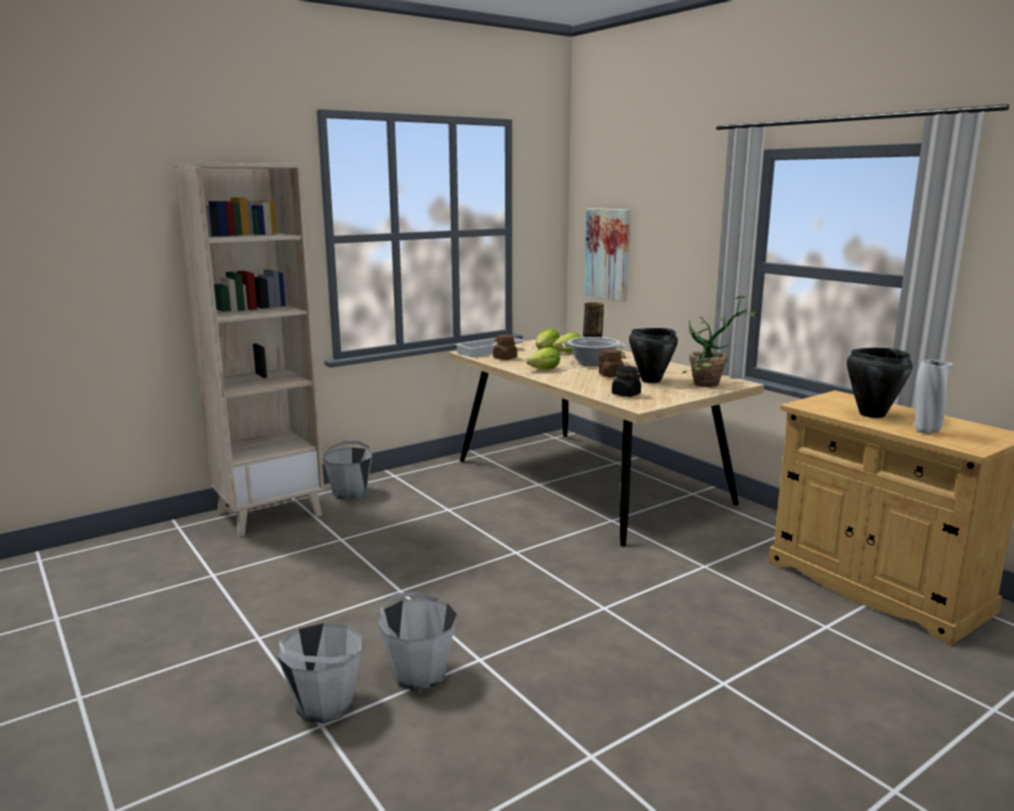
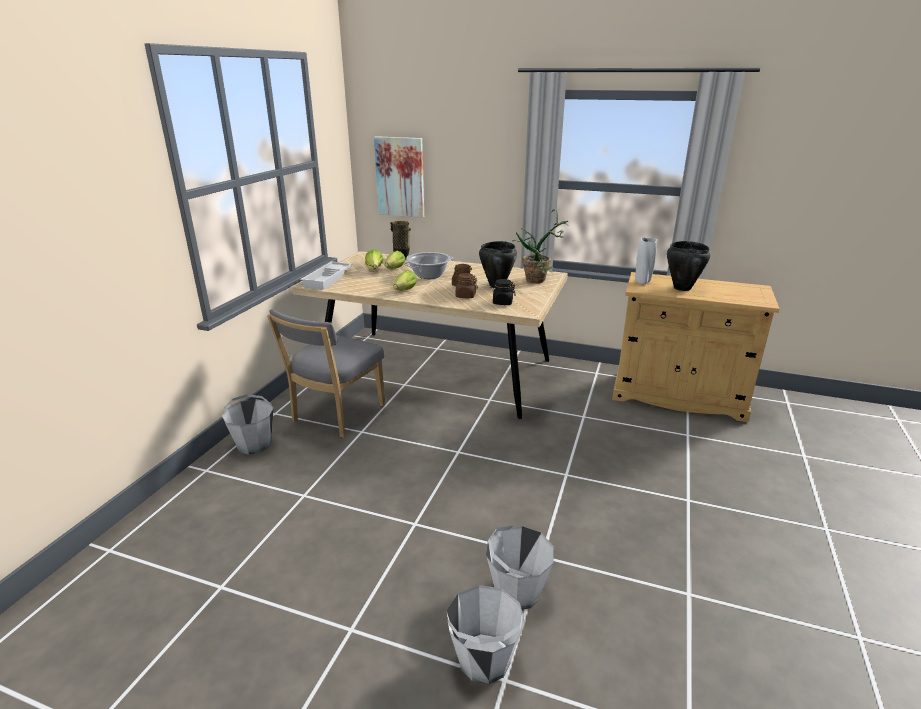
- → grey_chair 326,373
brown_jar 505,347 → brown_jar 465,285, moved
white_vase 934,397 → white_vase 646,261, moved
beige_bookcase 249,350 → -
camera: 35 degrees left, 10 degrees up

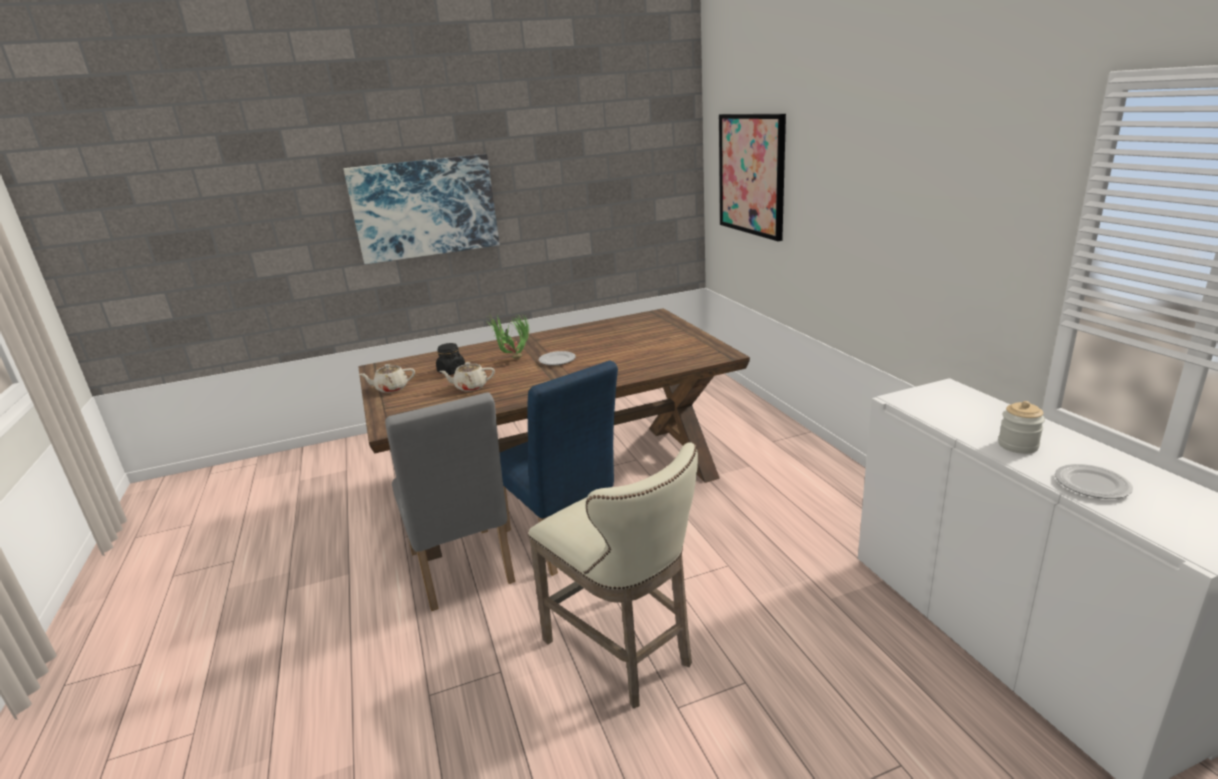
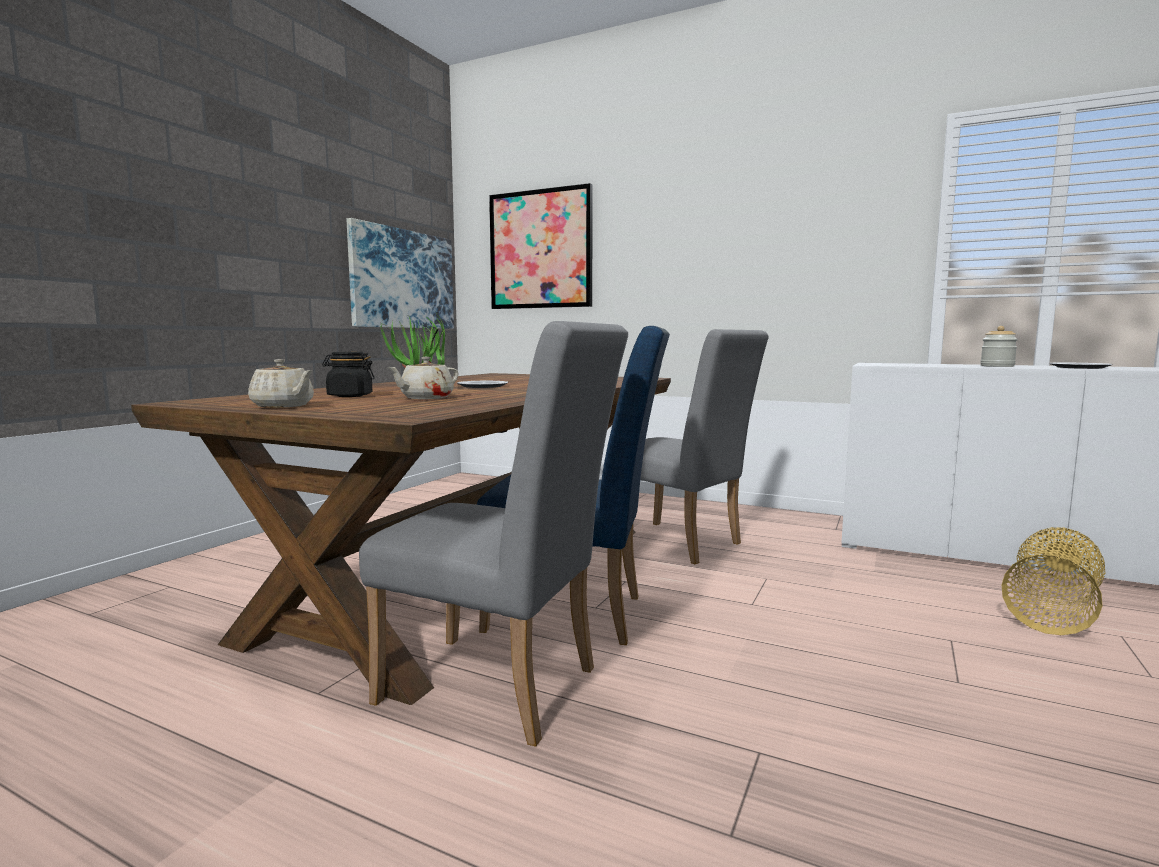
beige_teapot 387,378 → beige_teapot 281,383, 90 degrees counterclockwise
picture 421,209 → picture 400,273, moved
- → grey_chair 704,447
- → basket 1053,581
beige_stool 613,575 → -
camera: 45 degrees left, 15 degrees down

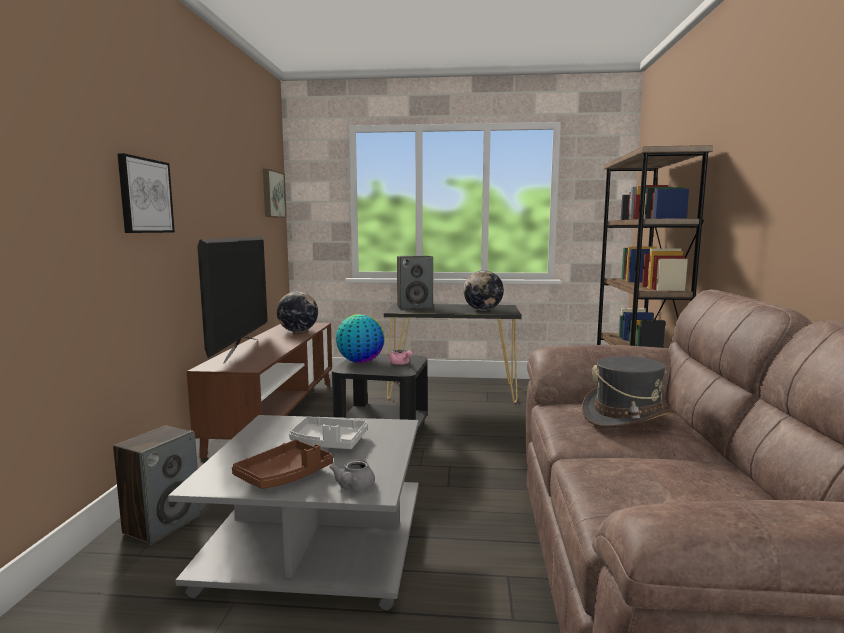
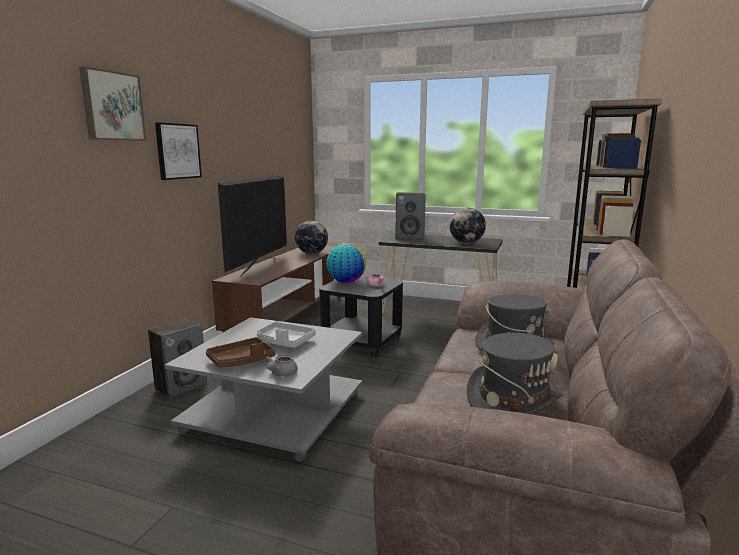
picture 275,193 → picture 112,103, moved
- → grey_hat 515,373
camera: 15 degrees right, 5 degrees up

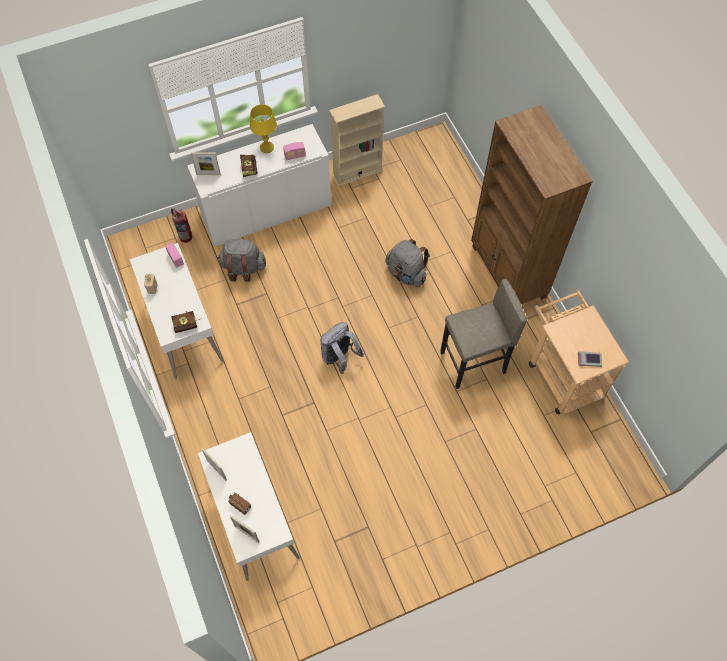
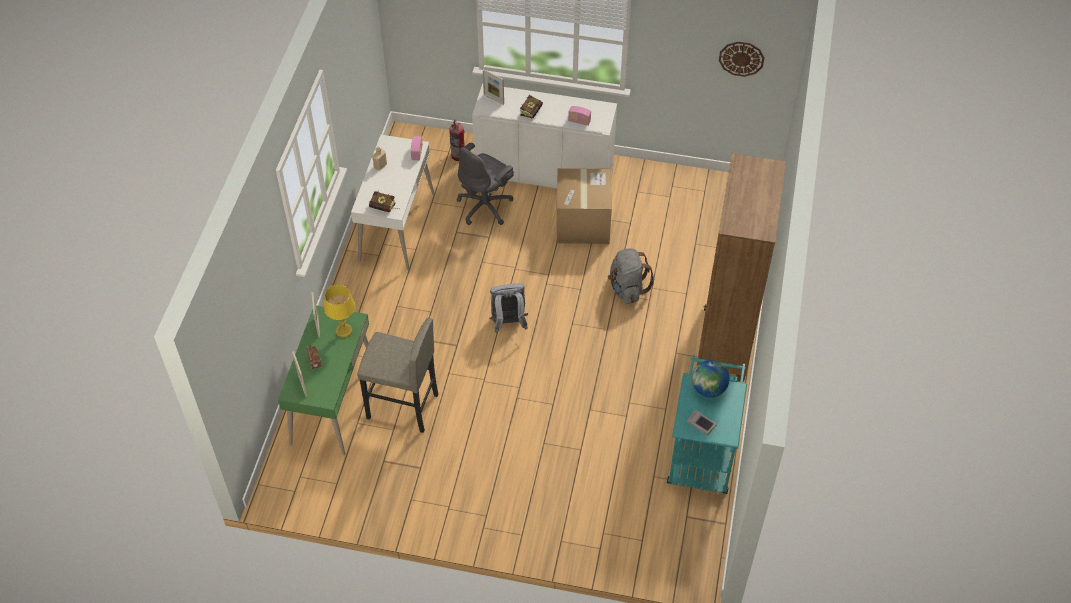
white_desk 249,506 → green_desk 323,380
yellow_table_lamp 263,128 → yellow_table_lamp 339,311, moved
grey_stool 483,334 → grey_stool 398,375, moved
grey_backpack 241,260 → grey_office_chair 485,184
- → cardboard_box 584,206
beige_cart 579,352 → turquoise_cart 707,424
- → globe 710,378
- → wall_clock 741,59
beige_bookcase 357,140 → -
camera: 35 degrees right, 10 degrees down

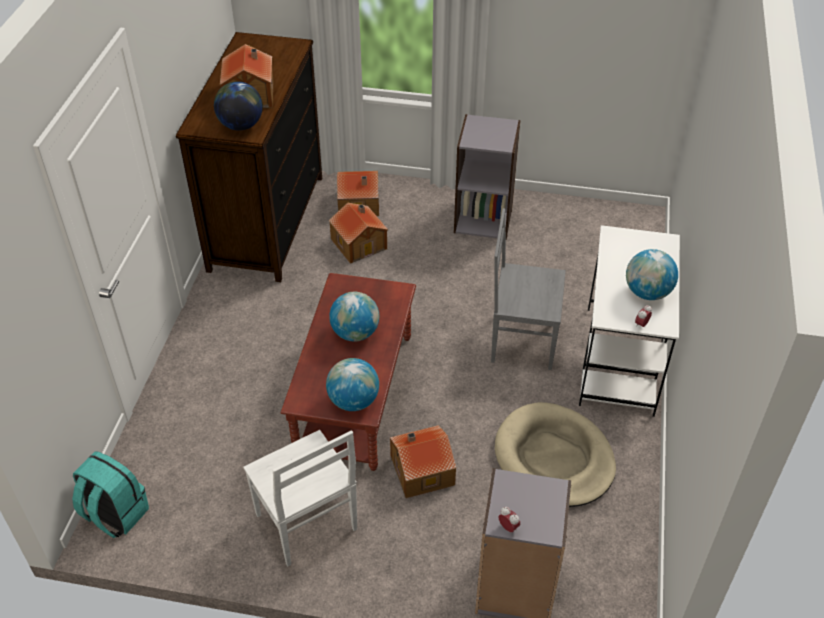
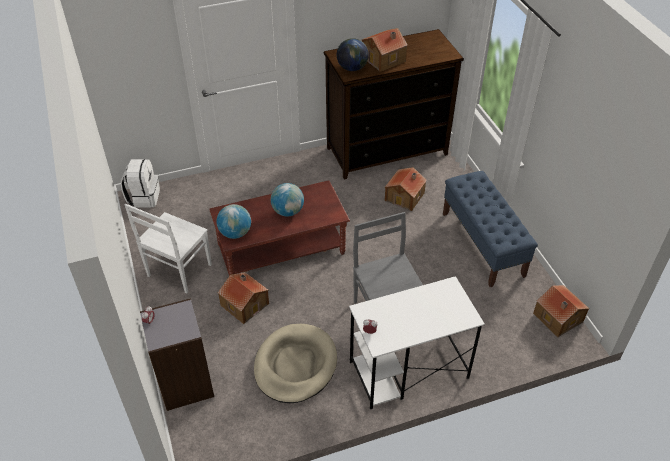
turquoise_backpack 110,494 → white_backpack 140,183
grey_bookcase 487,177 → blue_bench 490,229
toy_house 358,193 → toy_house 561,311, moved
globe 652,274 → -
camera: 60 degrees right, 0 degrees up

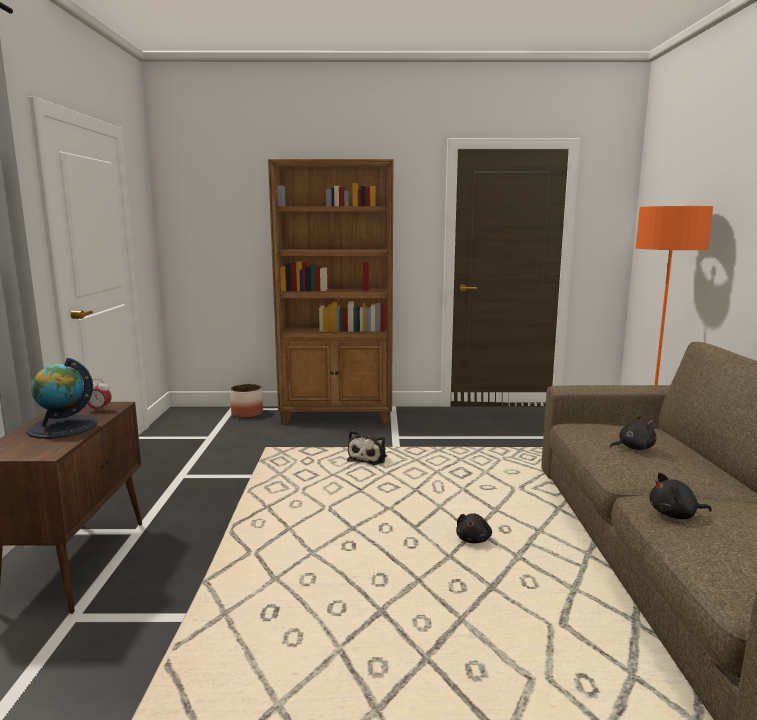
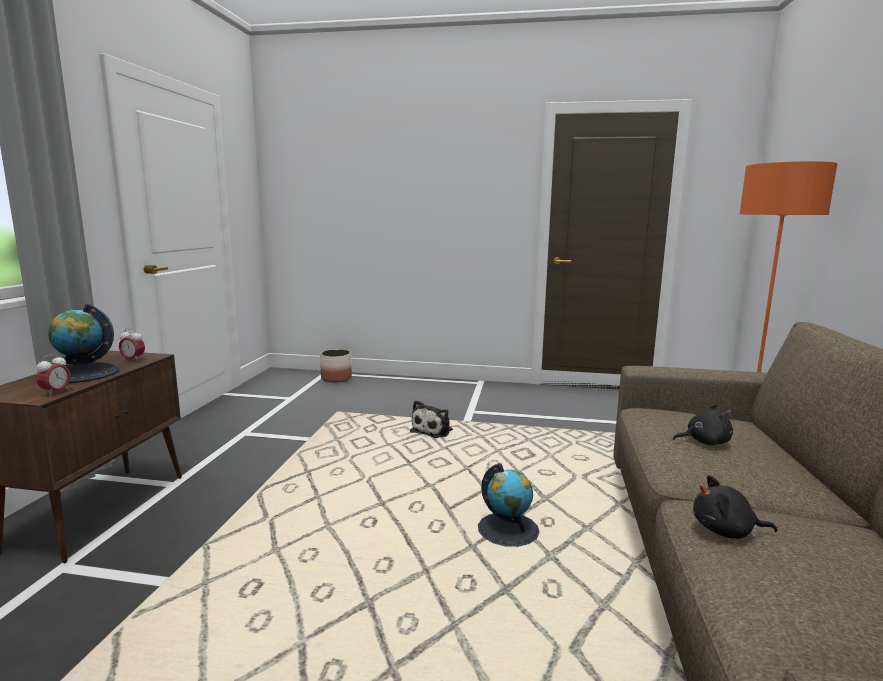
- → alarm_clock 53,375
black_plush_toy 474,528 → globe 509,505
brown_bookcase 330,291 → -
camera: 10 degrees right, 0 degrees up

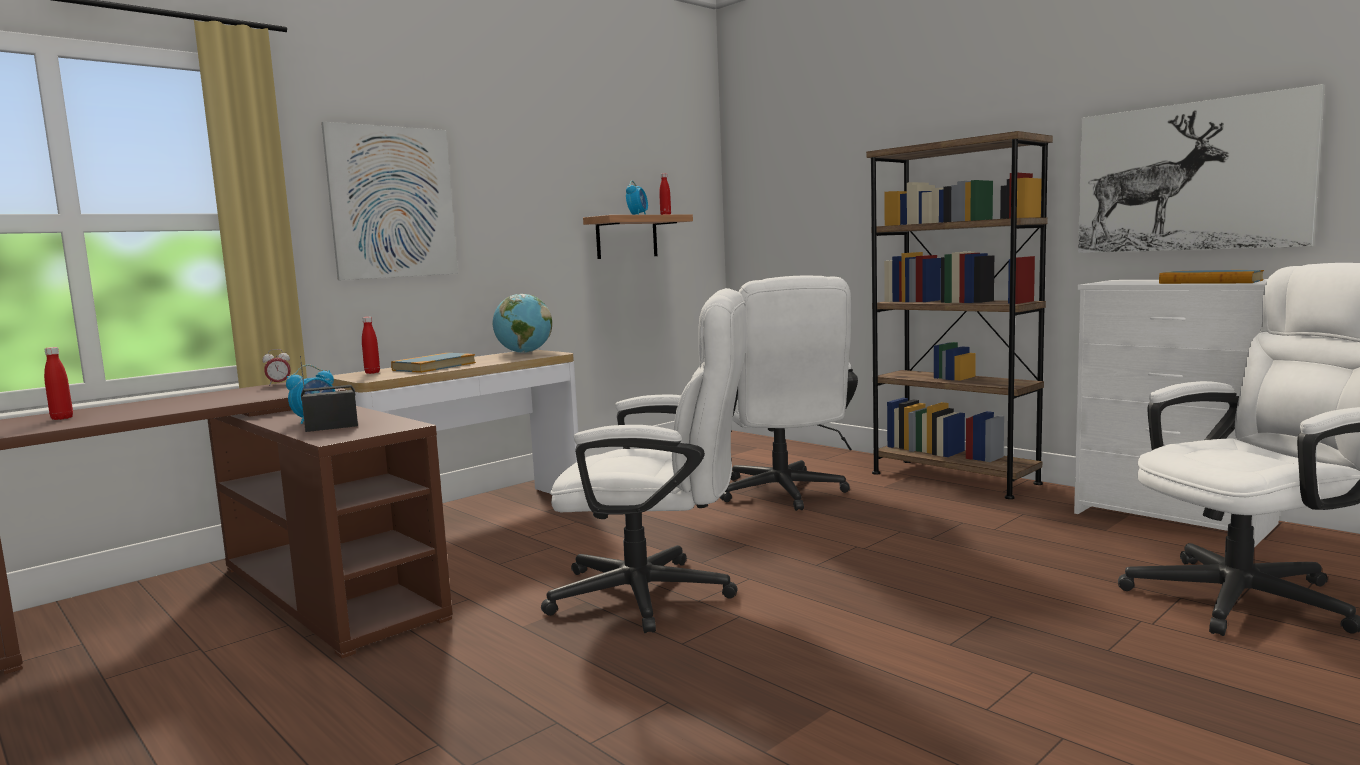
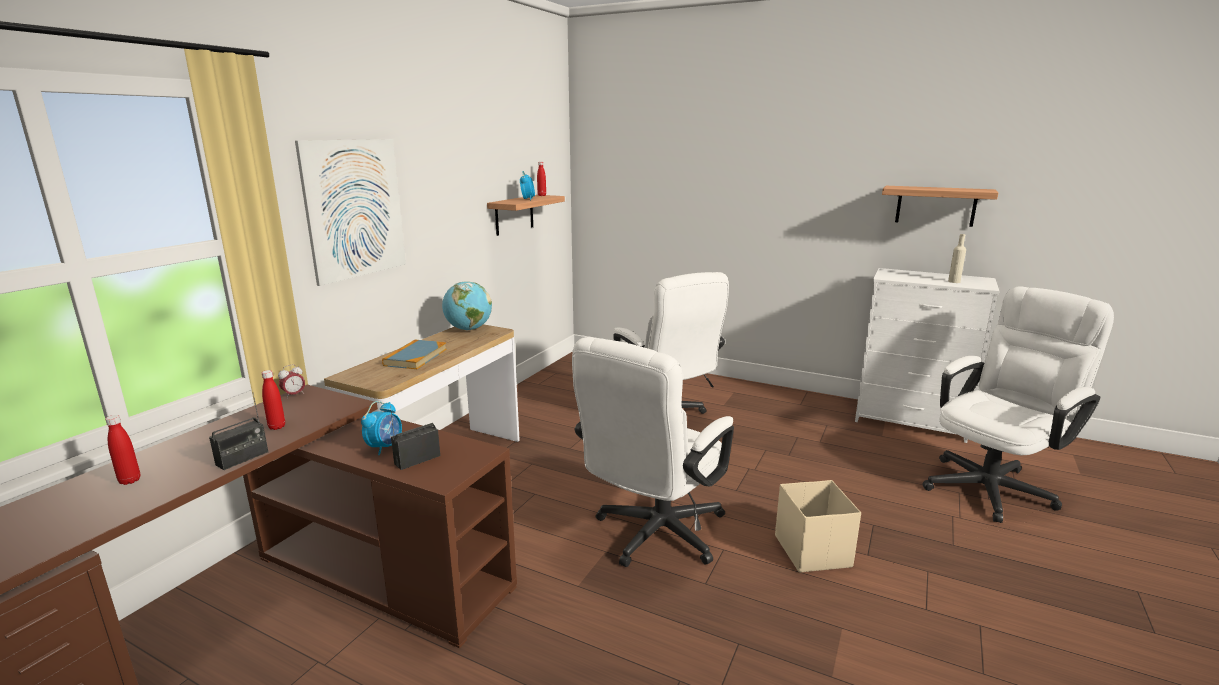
- → radio 238,431
red_bottle 371,345 → red_bottle 273,400, moved
white_office_chair 643,460 → white_office_chair 653,452, 135 degrees clockwise
- → beige_storage_box 818,526
picture 1201,168 → shelf 940,206
book 1211,277 → beige_bottle 957,258
brown_bookcase 959,315 → -
camera: 20 degrees left, 10 degrees up

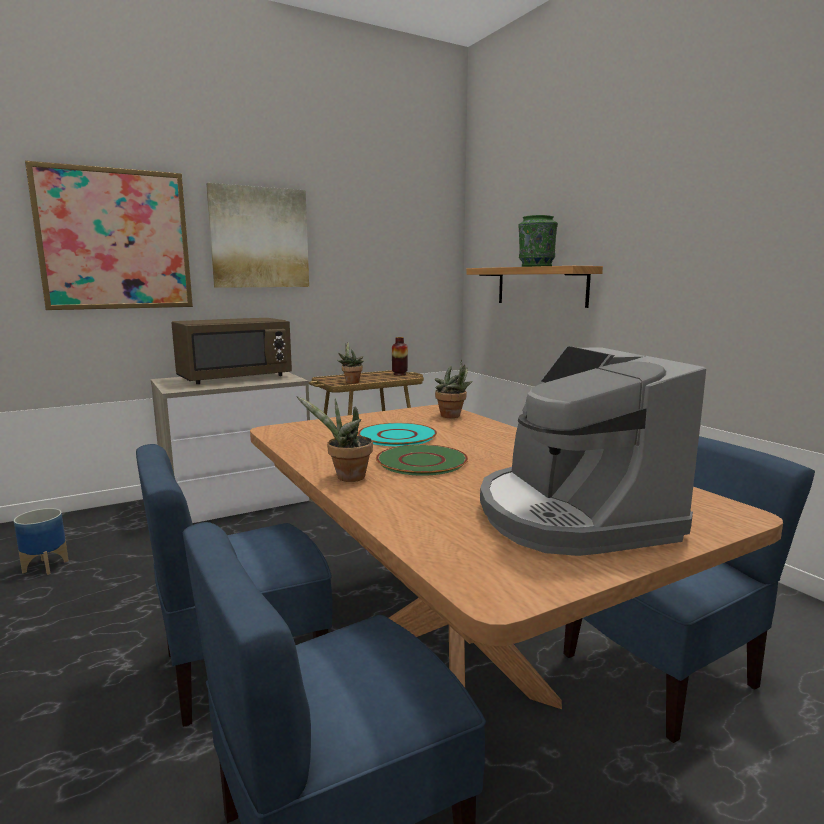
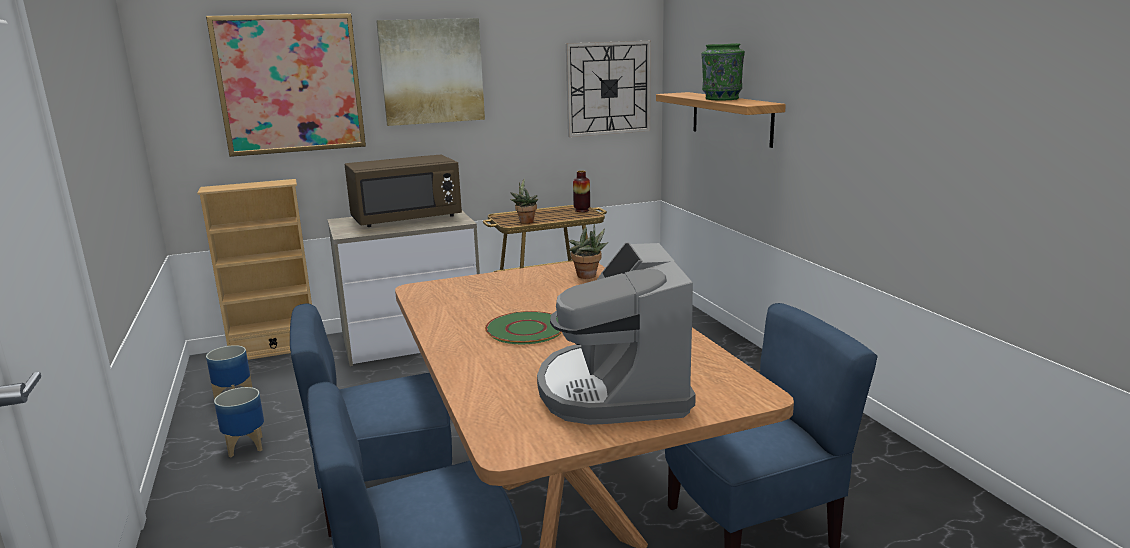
- → beige_bookcase 254,269
- → planter 239,422
- → wall_clock 608,89
potted_plant 335,439 → -
turquoise_plate 397,434 → -
camera: 10 degrees right, 5 degrees up

